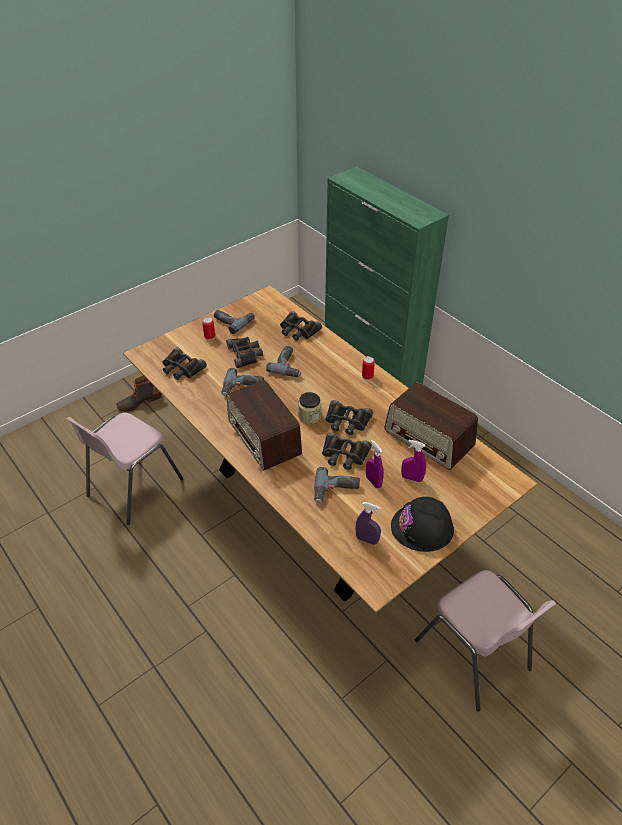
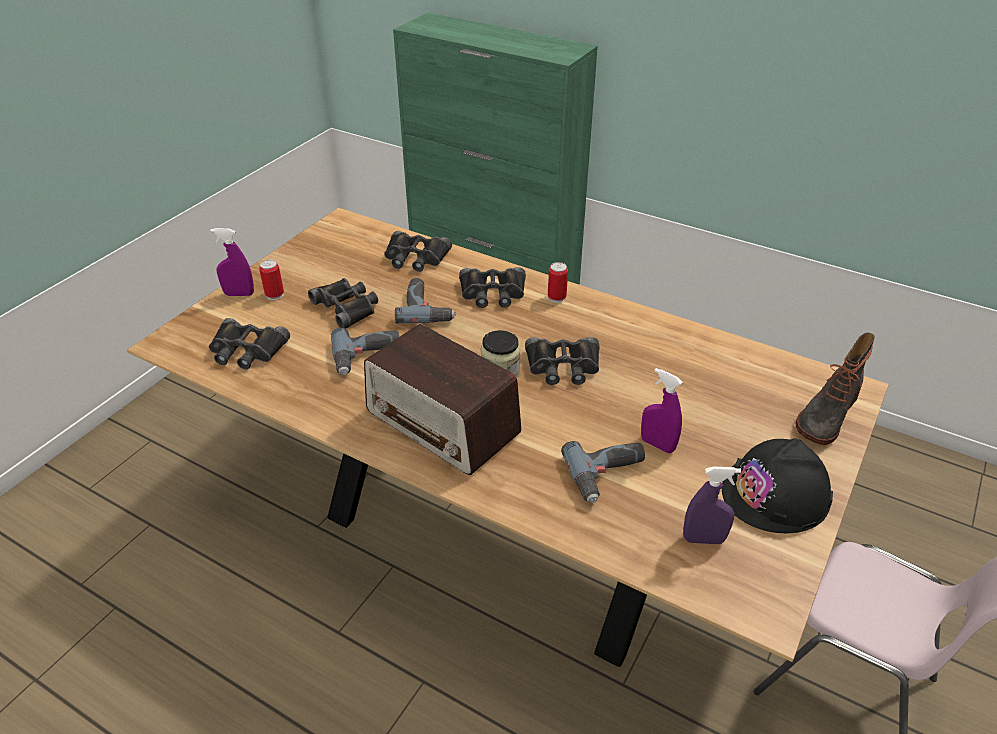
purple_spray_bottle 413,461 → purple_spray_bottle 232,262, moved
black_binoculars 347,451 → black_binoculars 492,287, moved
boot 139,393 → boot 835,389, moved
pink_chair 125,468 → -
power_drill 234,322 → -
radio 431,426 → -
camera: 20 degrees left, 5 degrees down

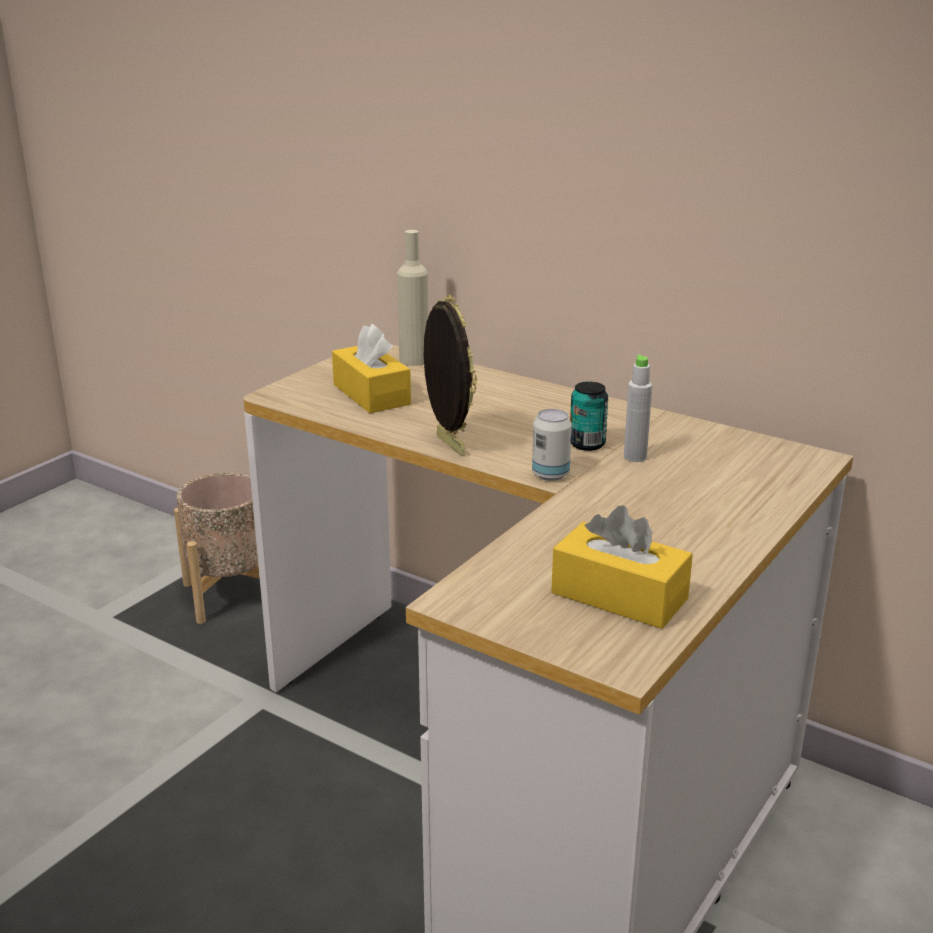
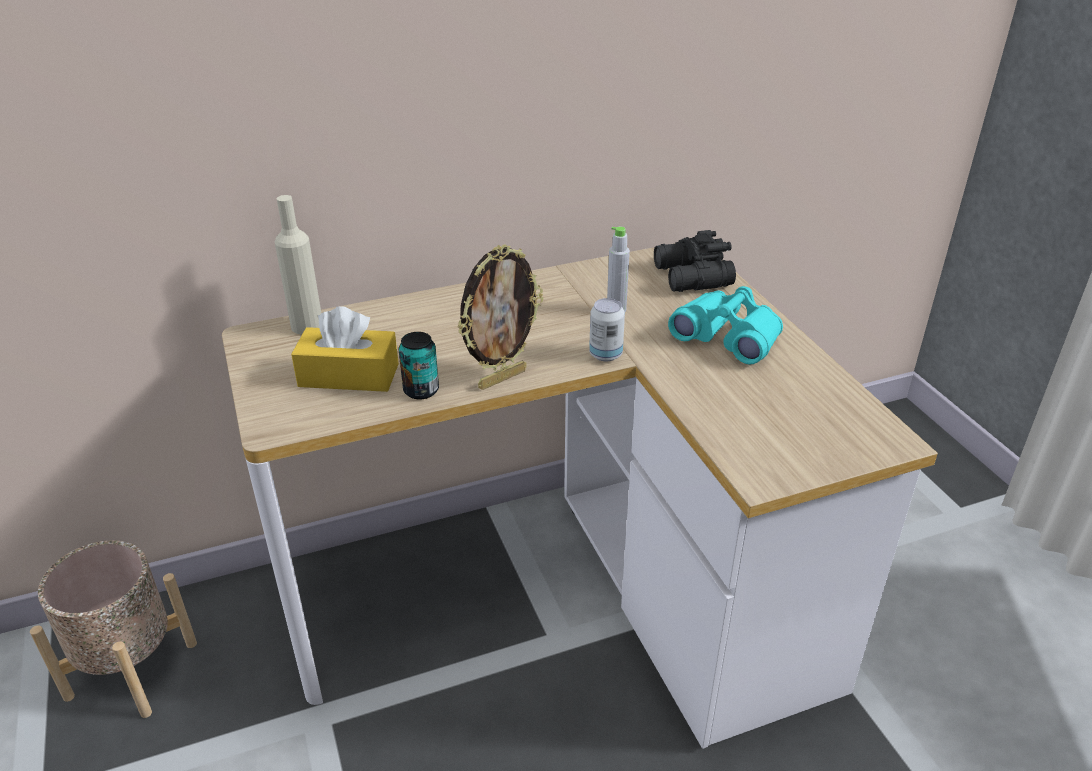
can 589,416 → can 419,366, moved
picture_frame 450,375 → picture_frame 500,317, 135 degrees clockwise
- → black_binoculars 695,261
- → turquoise_binoculars 725,325
yellow_tissue_box 622,567 → -
camera: 55 degrees left, 10 degrees up

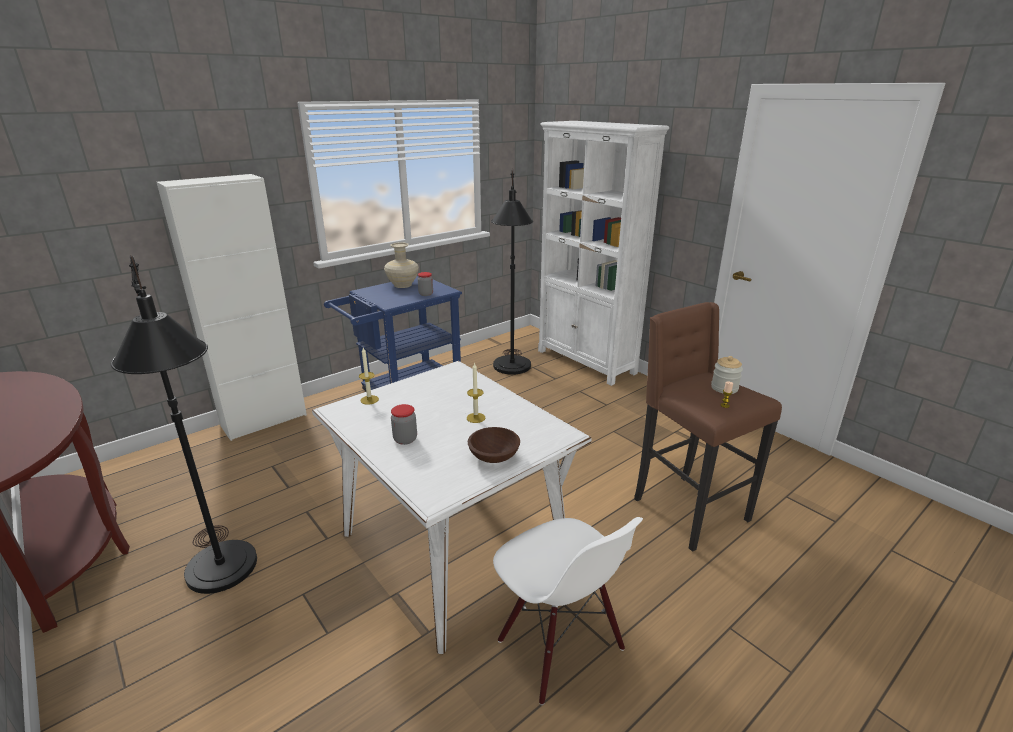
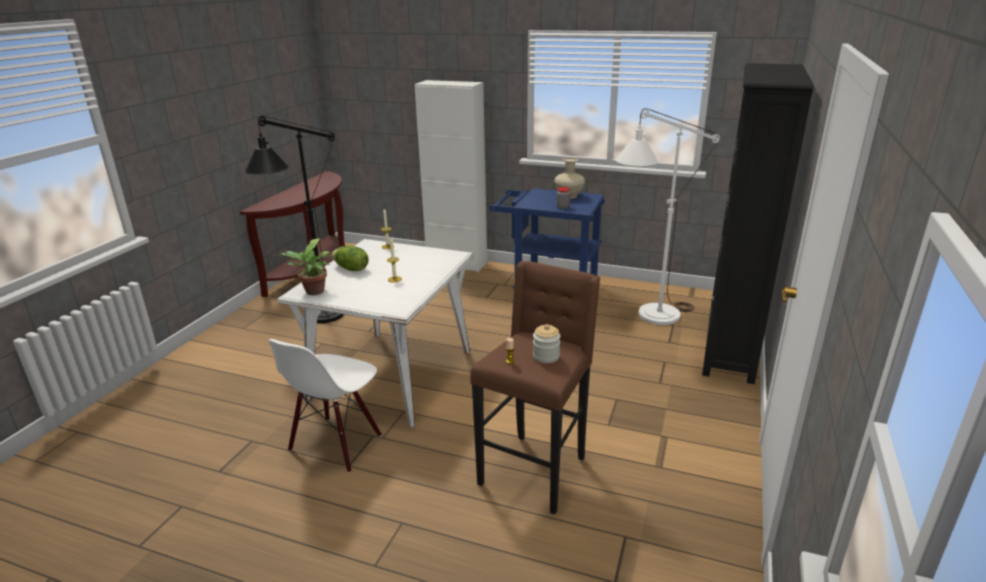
- → potted_plant 305,266
jar 404,424 → lettuce 350,258
black_floor_lamp 512,272 → white_floor_lamp 667,216
white_bookcase 603,253 → black_bookcase 758,223
brown_bowl 494,445 → -
camera: 60 degrees right, 0 degrees up

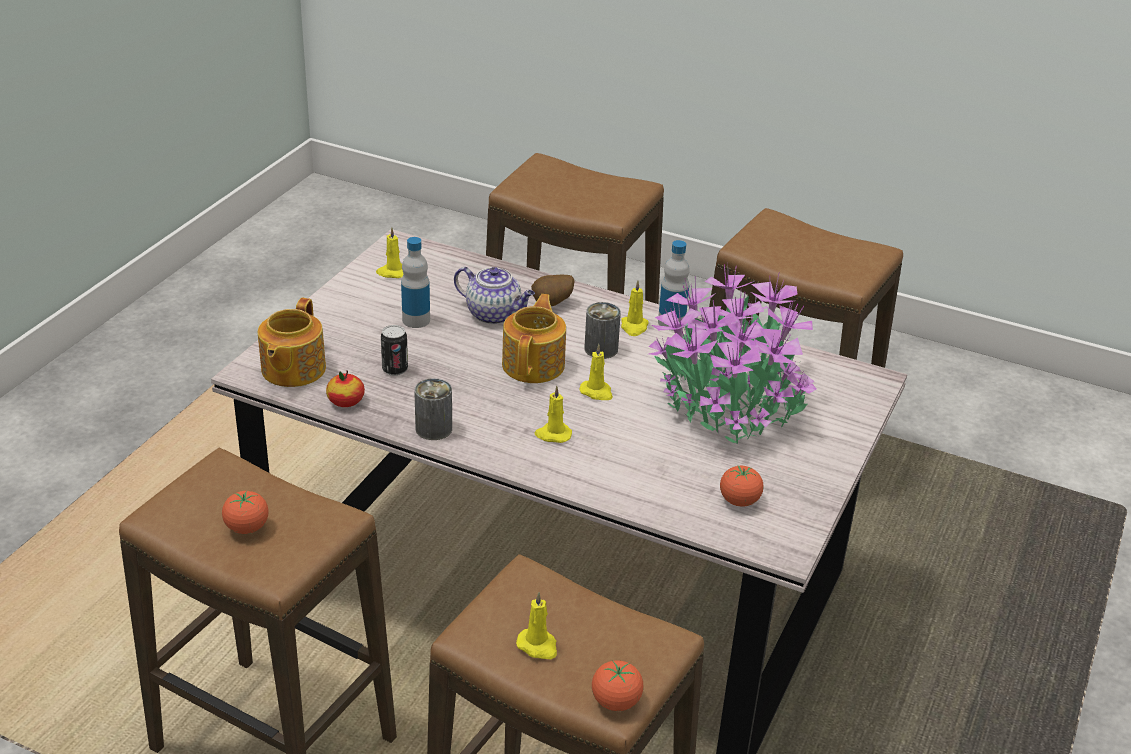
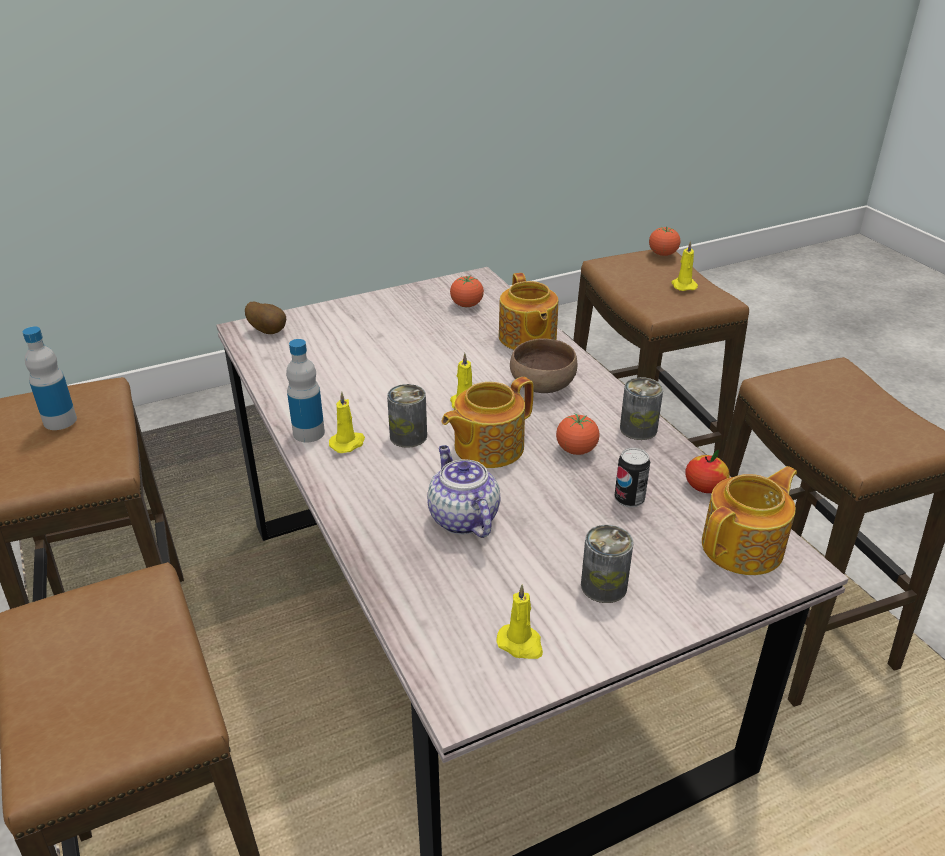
bottle 415,282 → bottle 50,378, moved
potato 553,290 → potato 265,318, moved
- → teapot 528,311
yellow_candle 553,414 → brown_bowl 543,365
tomato 245,512 → tomato 578,434, moved
- → can 607,564
potted_plant 732,354 → -
camera: 140 degrees left, 0 degrees up

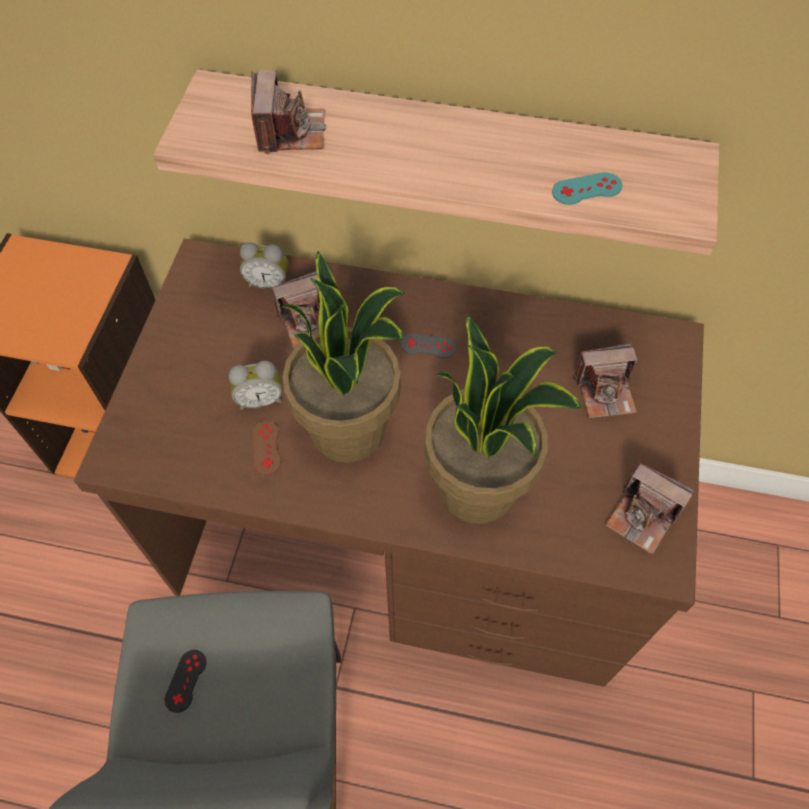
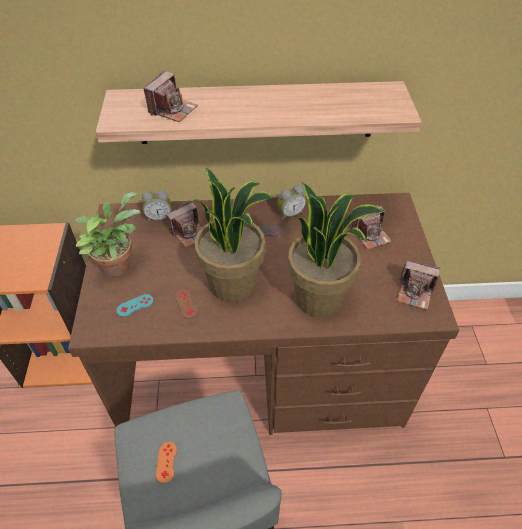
- → potted_plant 108,234
turquoise_game_controller 587,188 → turquoise_game_controller 135,305, moved
photo_camera 288,112 → photo_camera 171,96, 45 degrees clockwise
black_game_controller 185,681 → orange_game_controller 166,462
alarm_clock 255,385 → alarm_clock 291,202, moved
camera: 15 degrees left, 10 degrees down

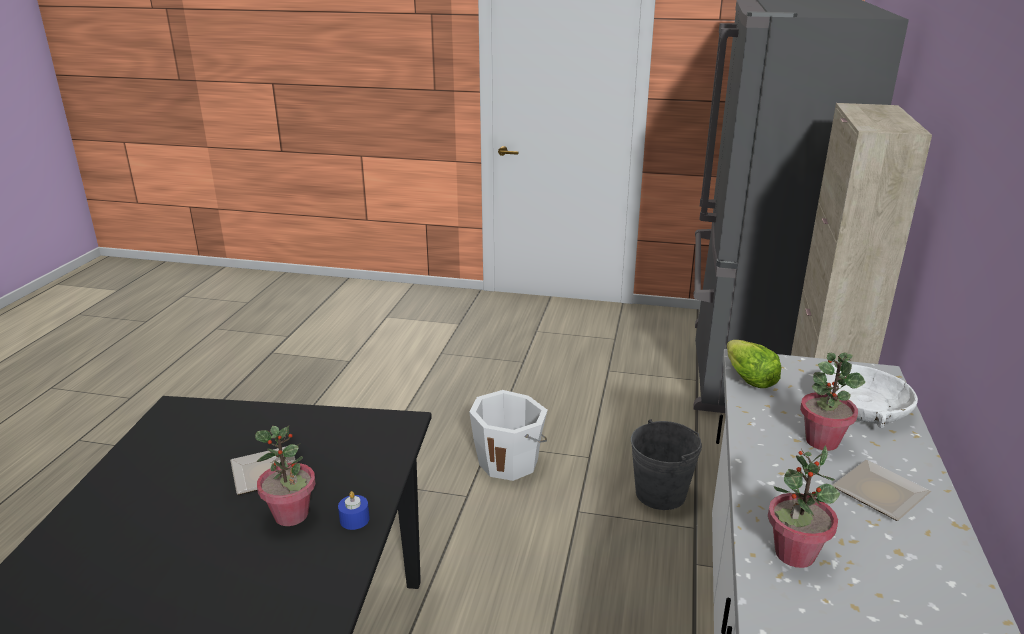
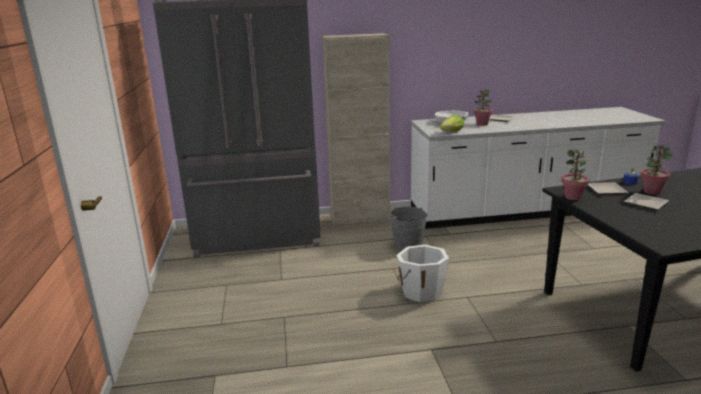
potted_plant 804,507 → potted_plant 575,174, moved
- → plate 608,188
camera: 110 degrees left, 5 degrees down

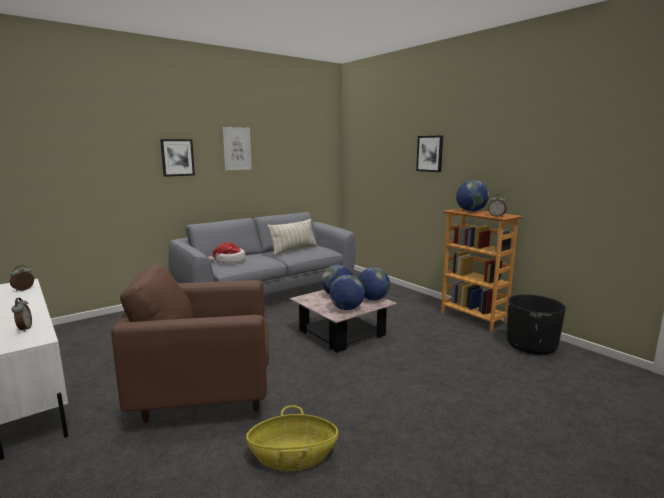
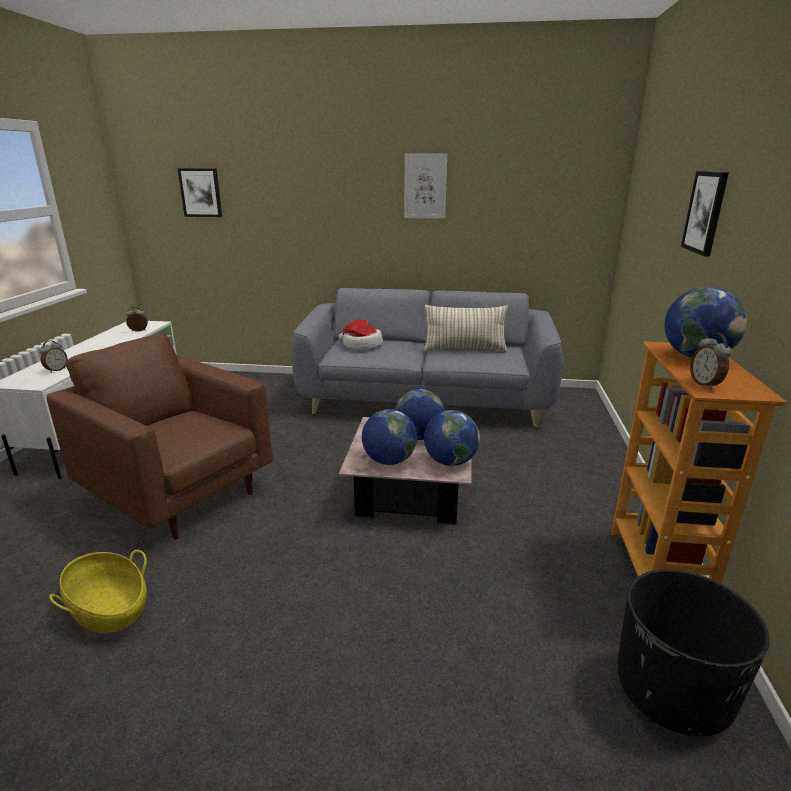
picture 177,158 → picture 199,192, moved
camera: 45 degrees right, 10 degrees up

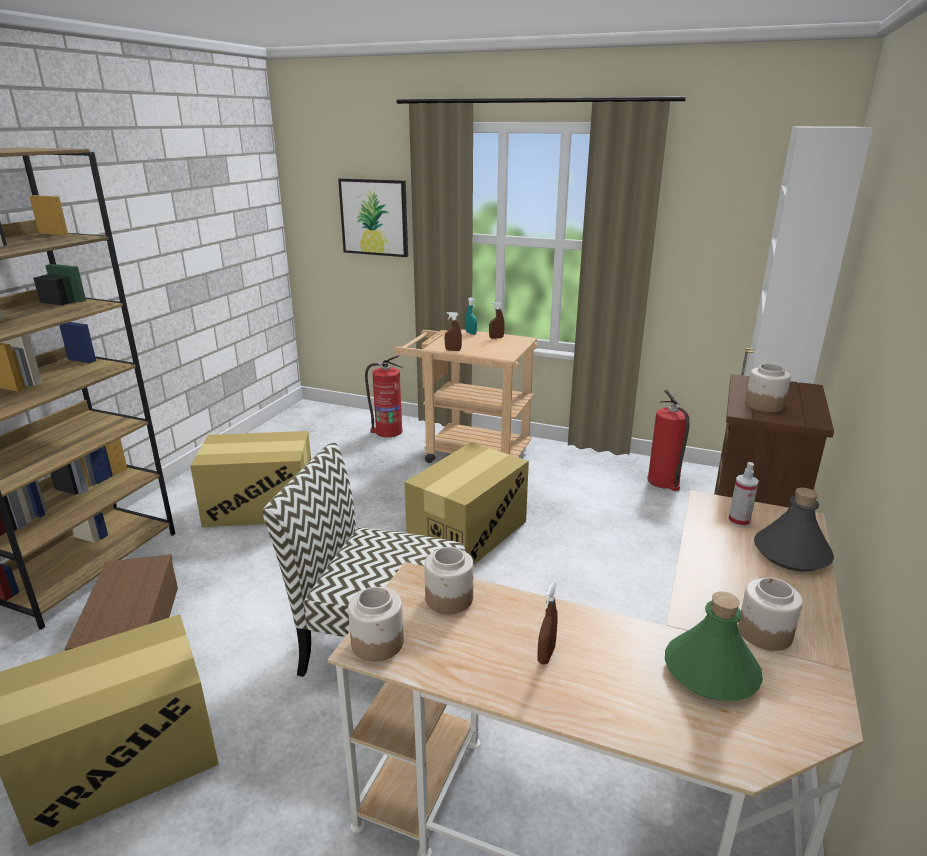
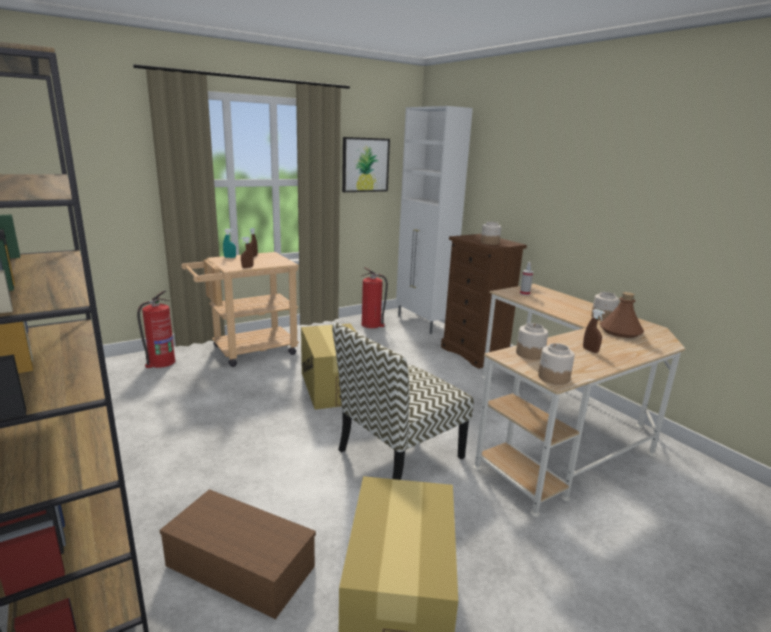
picture 373,217 → picture 366,164, moved
green_bottle 714,646 → brown_bottle 622,315
cardboard_box 250,479 → -
grey_bottle 794,529 → -
camera: 55 degrees left, 5 degrees down

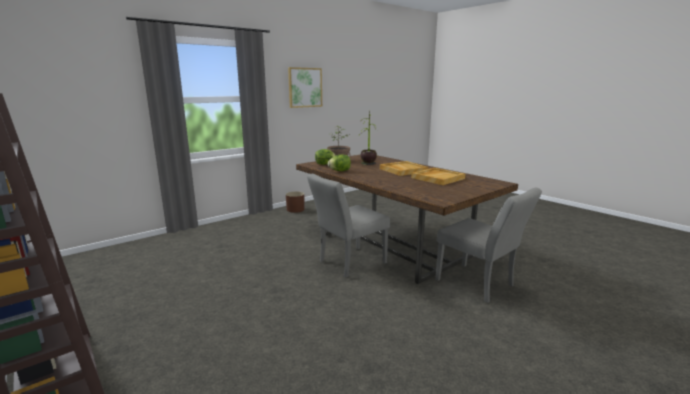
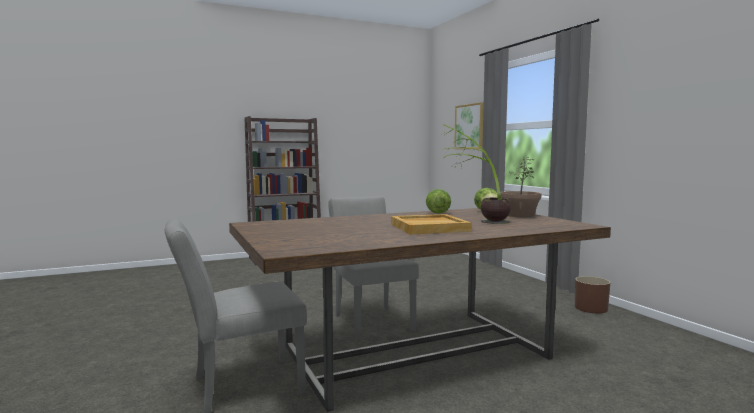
picture 305,87 → picture 469,125, moved
beige_tray 438,176 → -
camera: 105 degrees right, 10 degrees down

